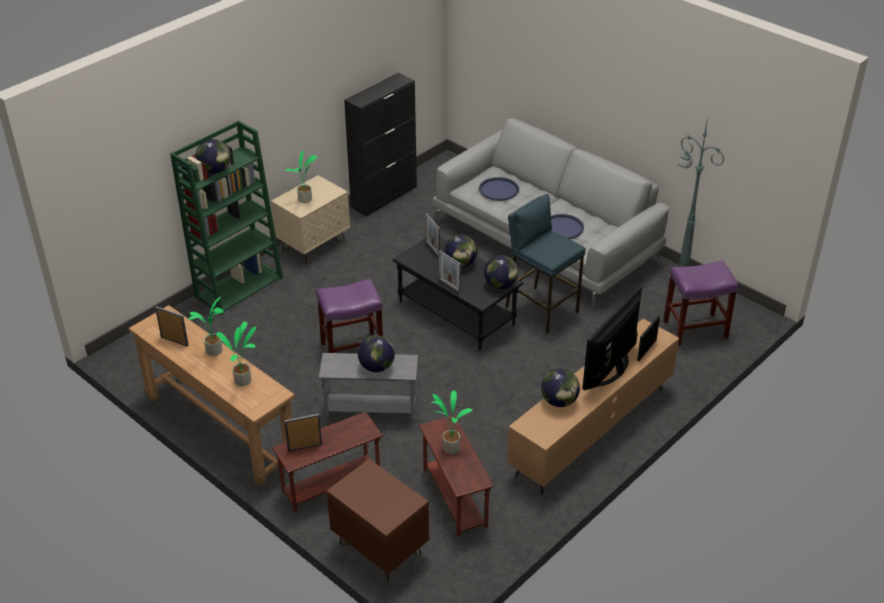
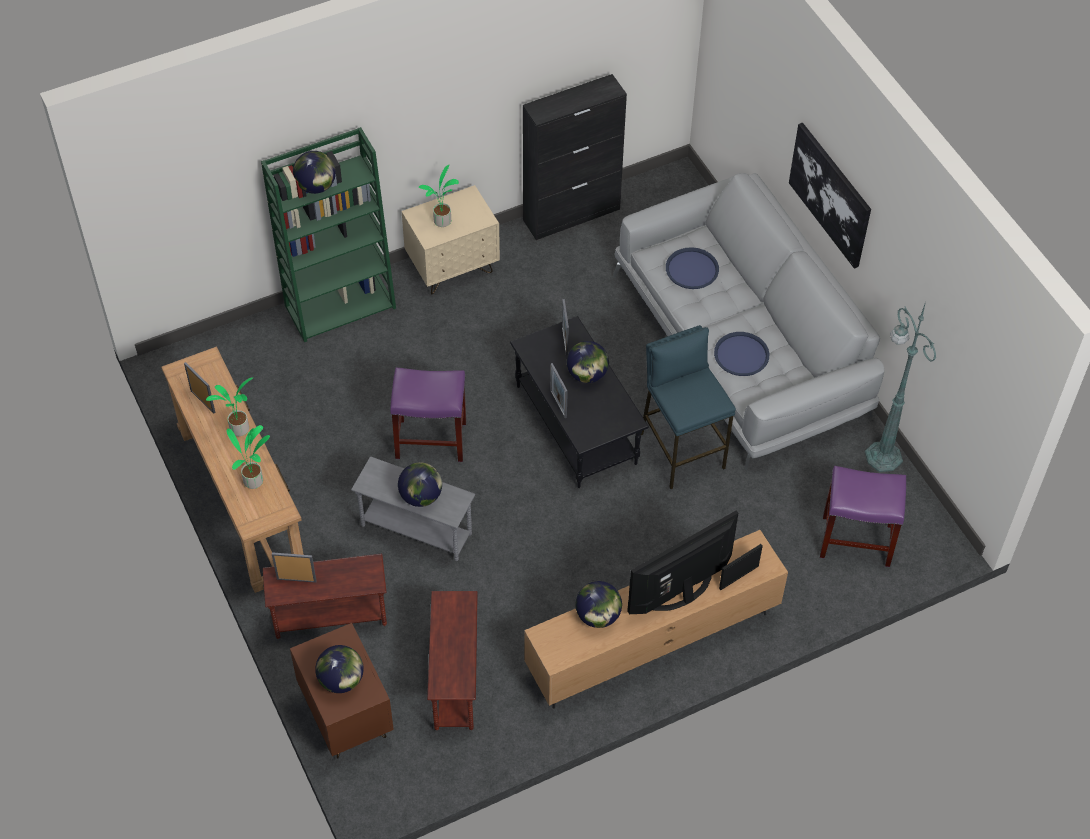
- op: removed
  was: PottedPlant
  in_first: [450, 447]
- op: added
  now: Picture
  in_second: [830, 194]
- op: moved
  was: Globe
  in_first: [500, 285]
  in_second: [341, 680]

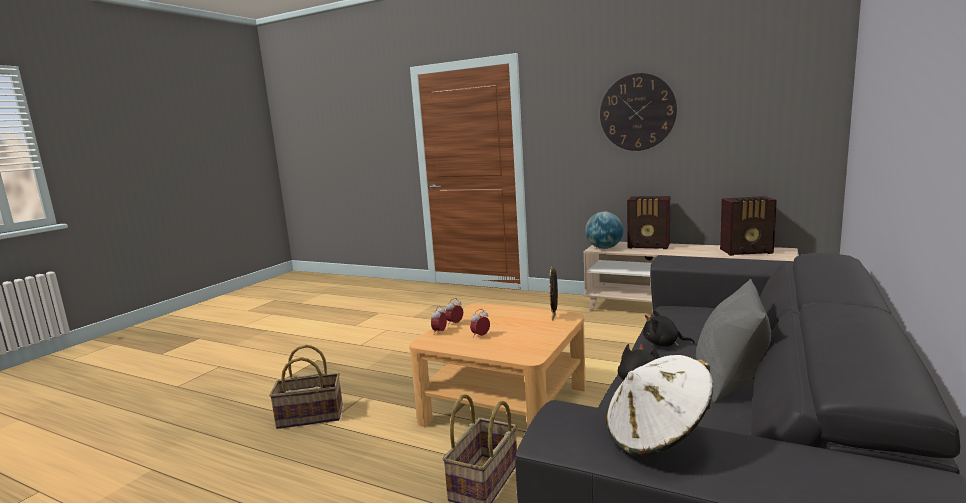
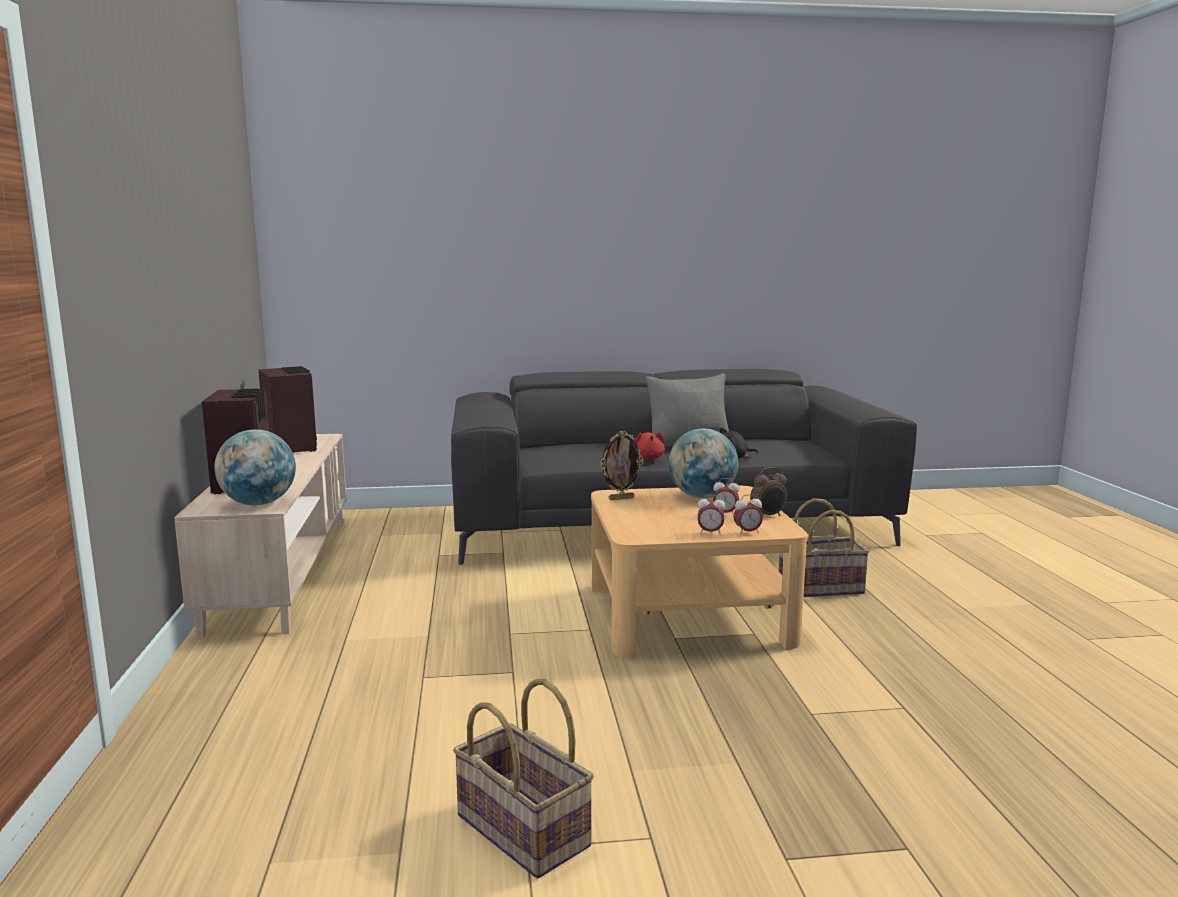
- op: removed
  was: WallClock
  in_first: [637, 112]
- op: removed
  was: WhiteHat
  in_first: [657, 435]
- op: added
  now: Globe
  in_second: [701, 496]
- op: added
  now: AlarmClock
  in_second: [768, 516]
- op: moved
  was: Basket
  in_first: [310, 417]
  in_second: [525, 830]
- op: recoloured
  was: BlackPlushToy
  now: RedPlushToy
  in_first: [663, 344]
  in_second: [647, 459]

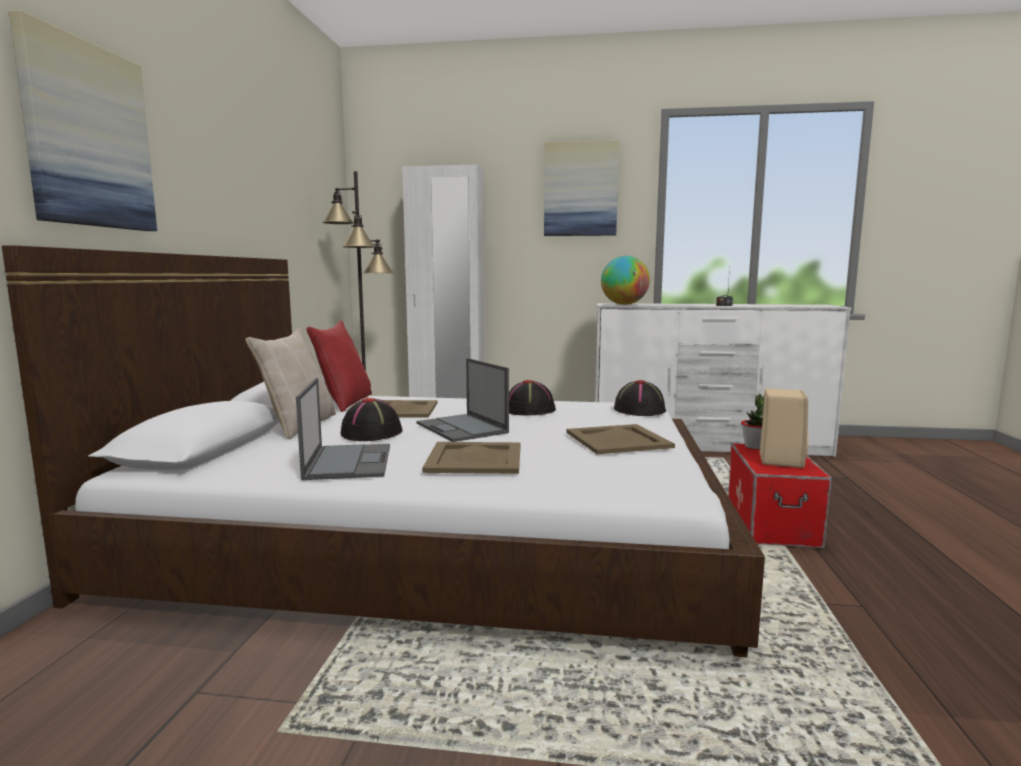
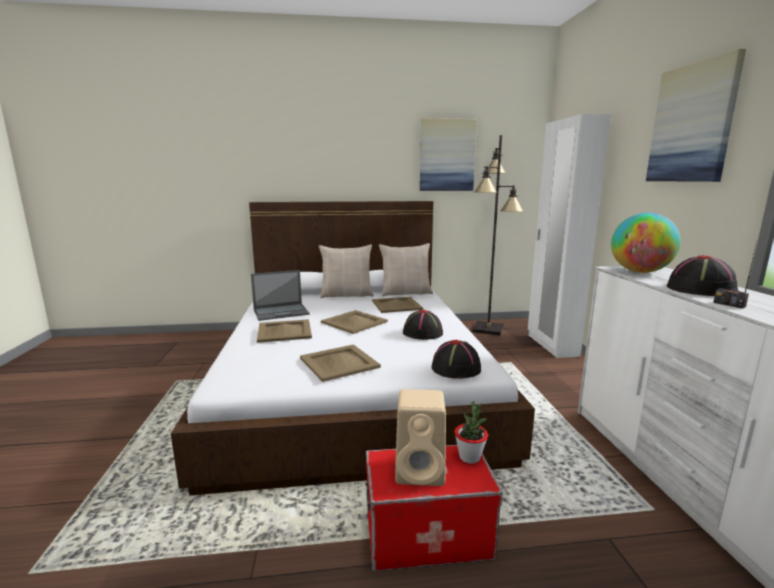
- op: moved
  was: Picture
  in_first: [88, 136]
  in_second: [447, 155]
- op: moved
  was: BlackHat
  in_first: [372, 433]
  in_second: [701, 289]
- op: replaced
  was: Laptop
  now: BeigeTray
  in_first: [462, 428]
  in_second: [354, 322]
- op: recoloured
  was: RedPillow
  now: BeigePillow
  in_first: [344, 402]
  in_second: [405, 293]

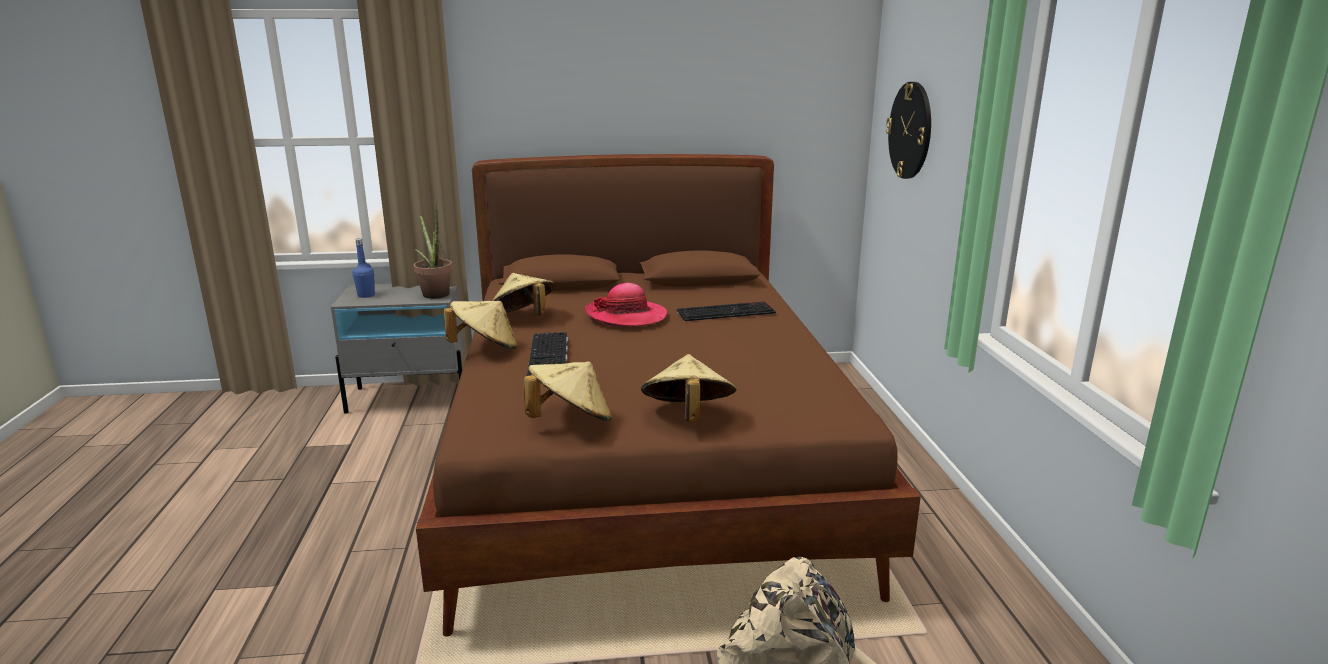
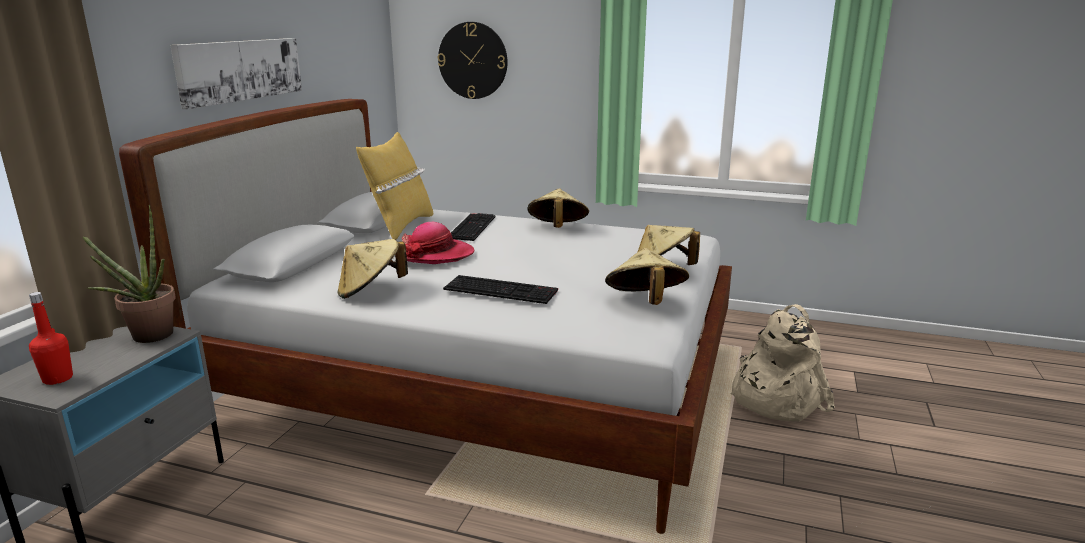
- op: added
  now: Picture
  in_second: [240, 70]
- op: added
  now: YellowPillow
  in_second: [400, 226]
- op: moved
  was: BeigeHat
  in_first: [485, 348]
  in_second: [557, 229]
- op: recoloured
  was: BlueBottle
  now: RedBottle
  in_first: [366, 295]
  in_second: [58, 379]
- op: recoloured
  was: BrownBed
  now: WhiteBed
  in_first: [646, 468]
  in_second: [480, 385]

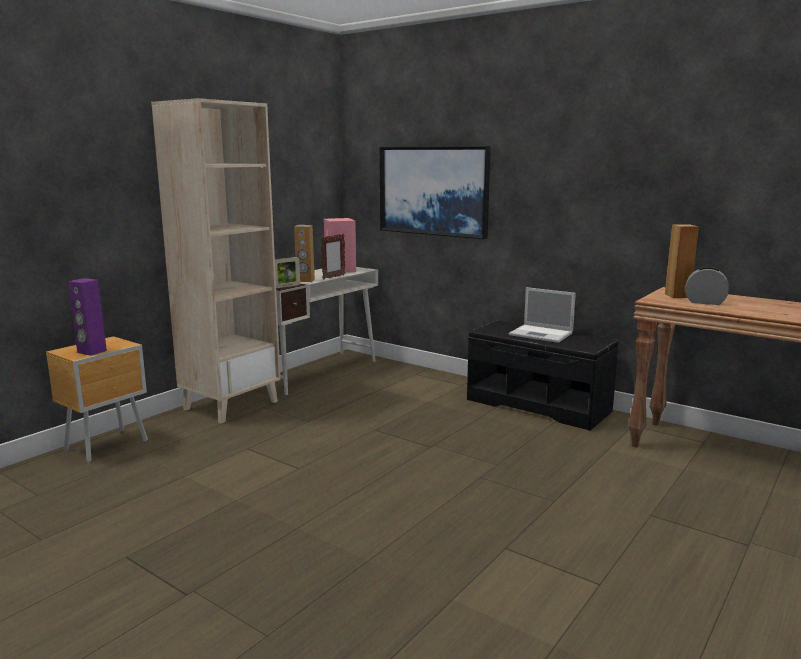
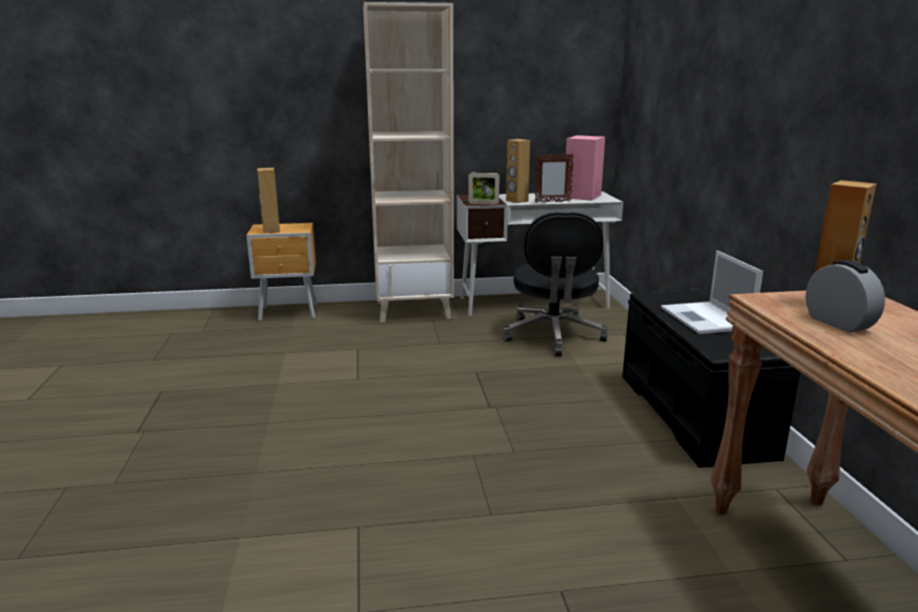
- op: removed
  was: Picture
  in_first: [433, 190]
- op: added
  now: BlackOfficeChair
  in_second: [553, 336]
- op: recoloured
  was: PurpleSpeaker
  now: BrownSpeaker
  in_first: [91, 351]
  in_second: [271, 230]

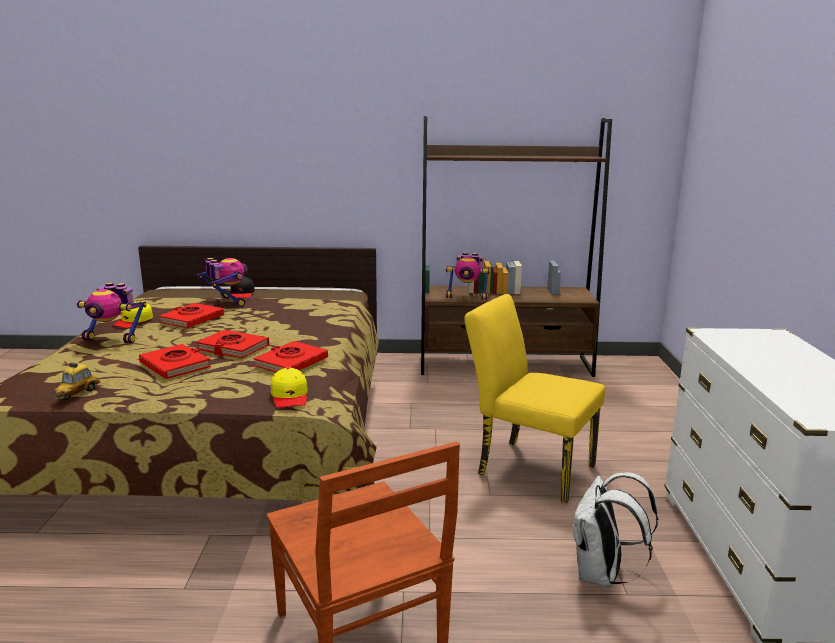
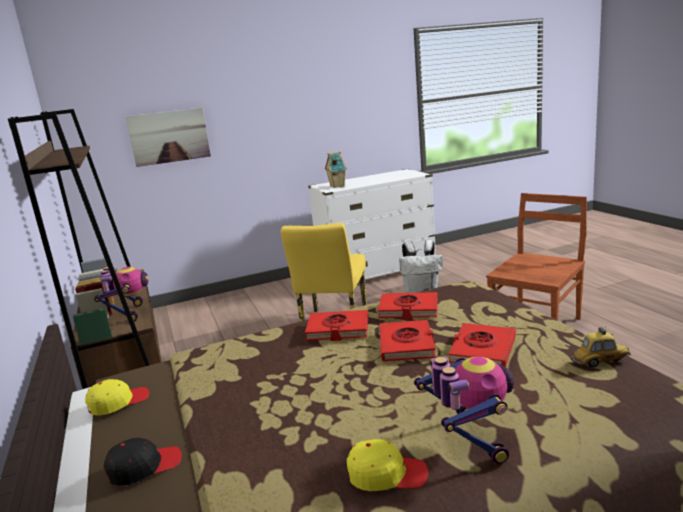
- op: removed
  was: ToyRobot
  in_first: [226, 302]
- op: added
  now: Picture
  in_second: [169, 136]
- op: added
  now: ToyHouse
  in_second: [337, 186]
- op: moved
  was: RedBook
  in_first: [192, 319]
  in_second: [338, 330]
- op: moved
  was: YellowCap
  in_first: [290, 396]
  in_second: [118, 402]

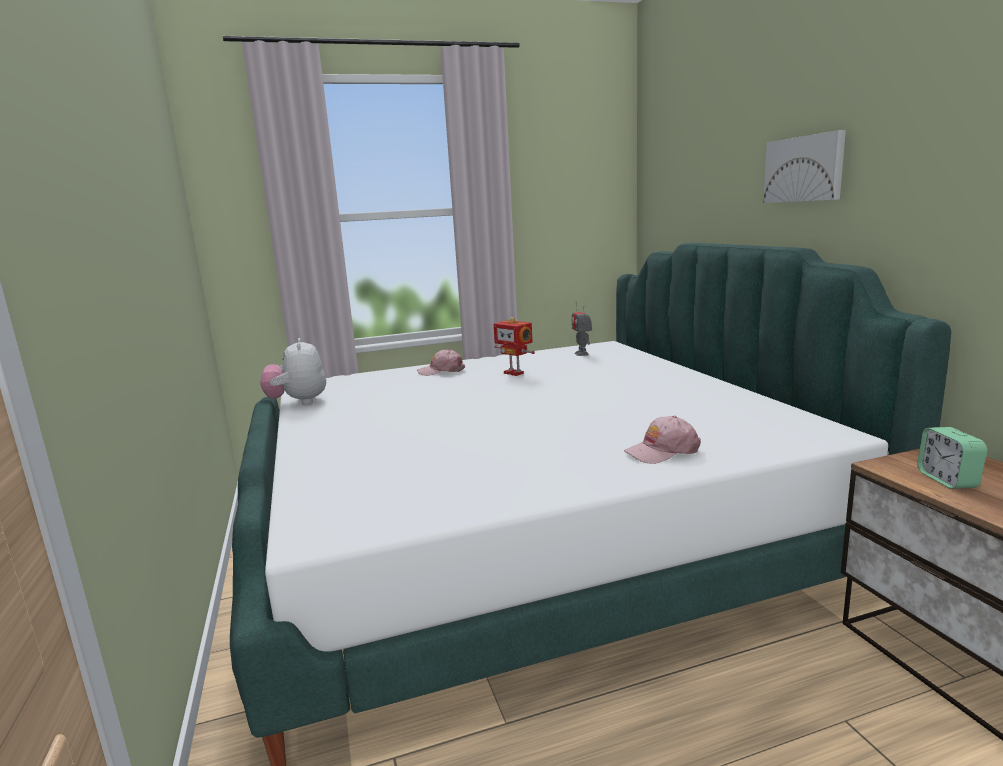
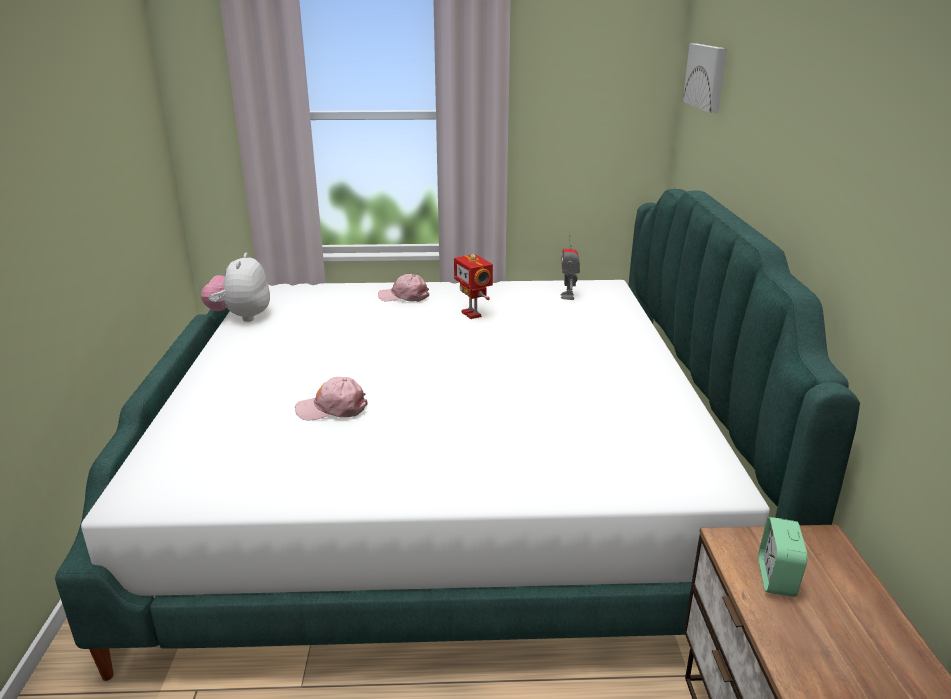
- op: moved
  was: PinkCap
  in_first: [662, 451]
  in_second: [332, 408]
- op: moved
  was: Picture
  in_first: [805, 169]
  in_second: [707, 77]

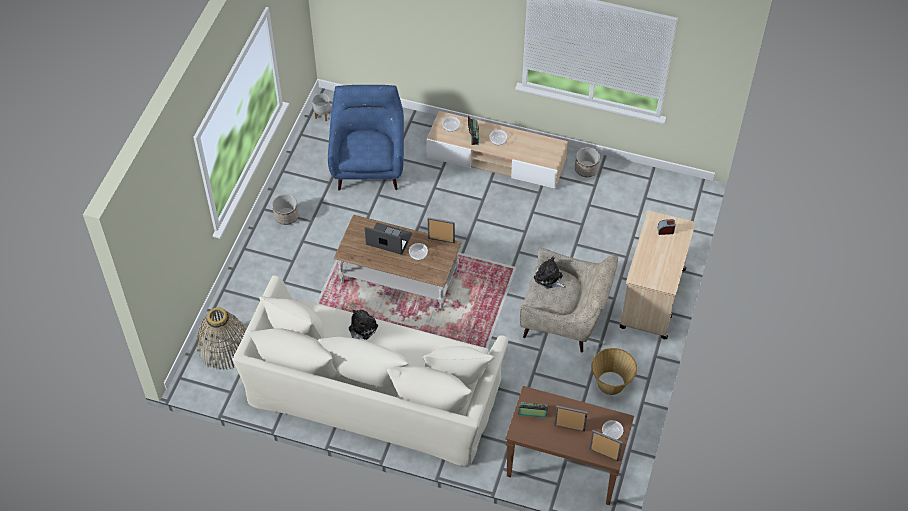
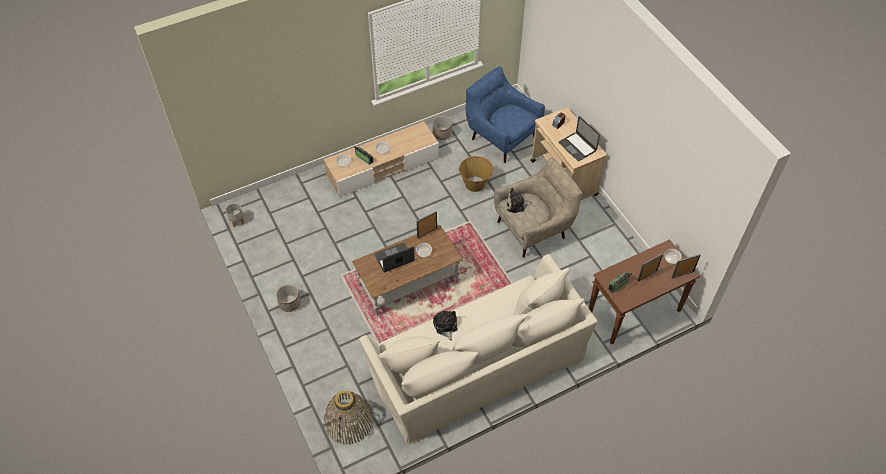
- op: added
  now: Laptop
  in_second: [577, 146]
- op: moved
  was: BlueArmchair
  in_first: [369, 164]
  in_second: [501, 136]
- op: moved
  was: Basket
  in_first: [611, 383]
  in_second: [475, 184]

